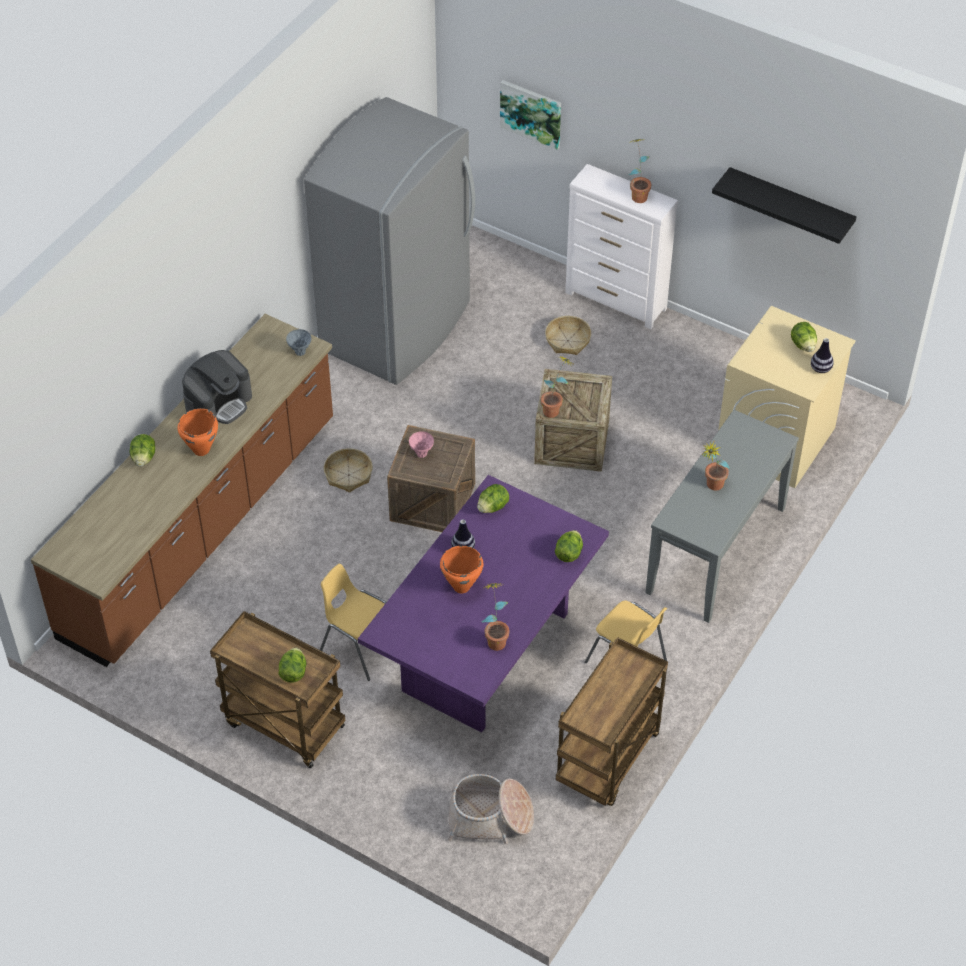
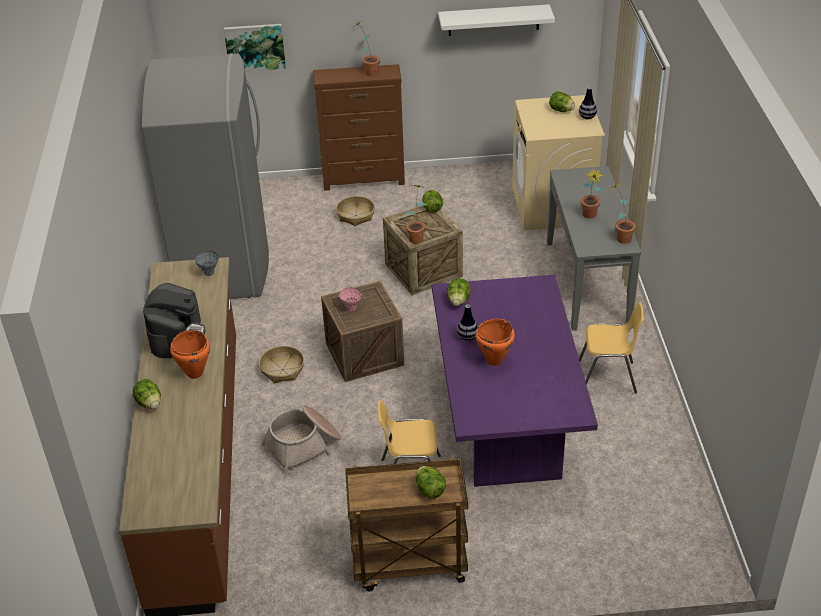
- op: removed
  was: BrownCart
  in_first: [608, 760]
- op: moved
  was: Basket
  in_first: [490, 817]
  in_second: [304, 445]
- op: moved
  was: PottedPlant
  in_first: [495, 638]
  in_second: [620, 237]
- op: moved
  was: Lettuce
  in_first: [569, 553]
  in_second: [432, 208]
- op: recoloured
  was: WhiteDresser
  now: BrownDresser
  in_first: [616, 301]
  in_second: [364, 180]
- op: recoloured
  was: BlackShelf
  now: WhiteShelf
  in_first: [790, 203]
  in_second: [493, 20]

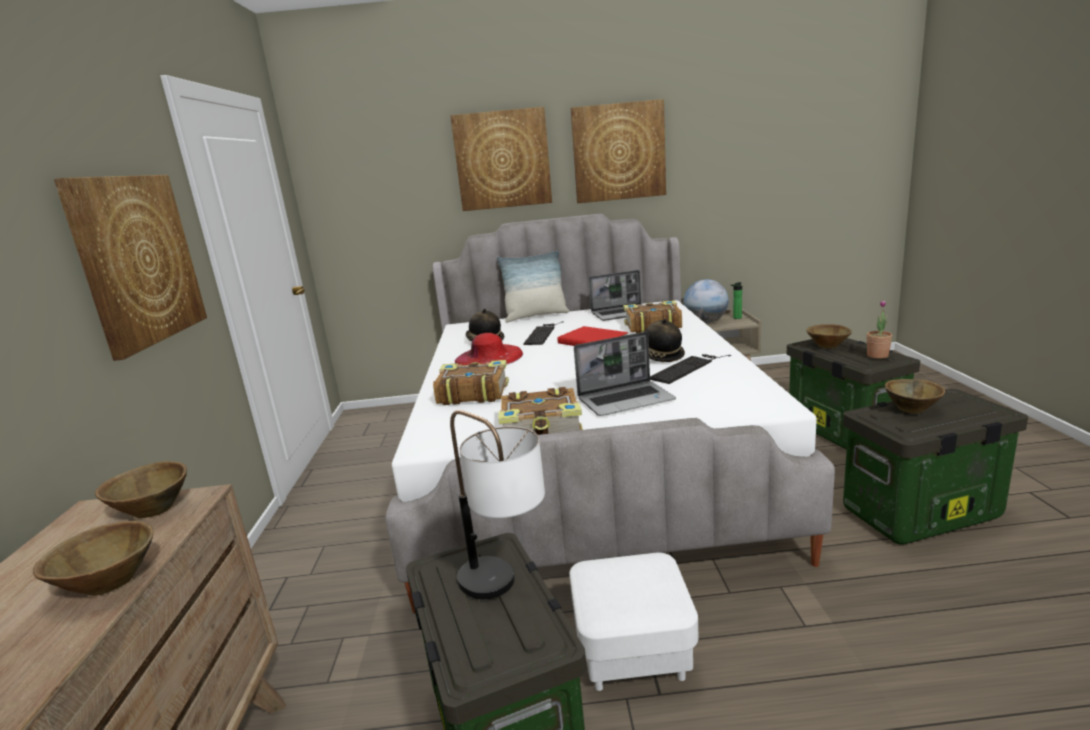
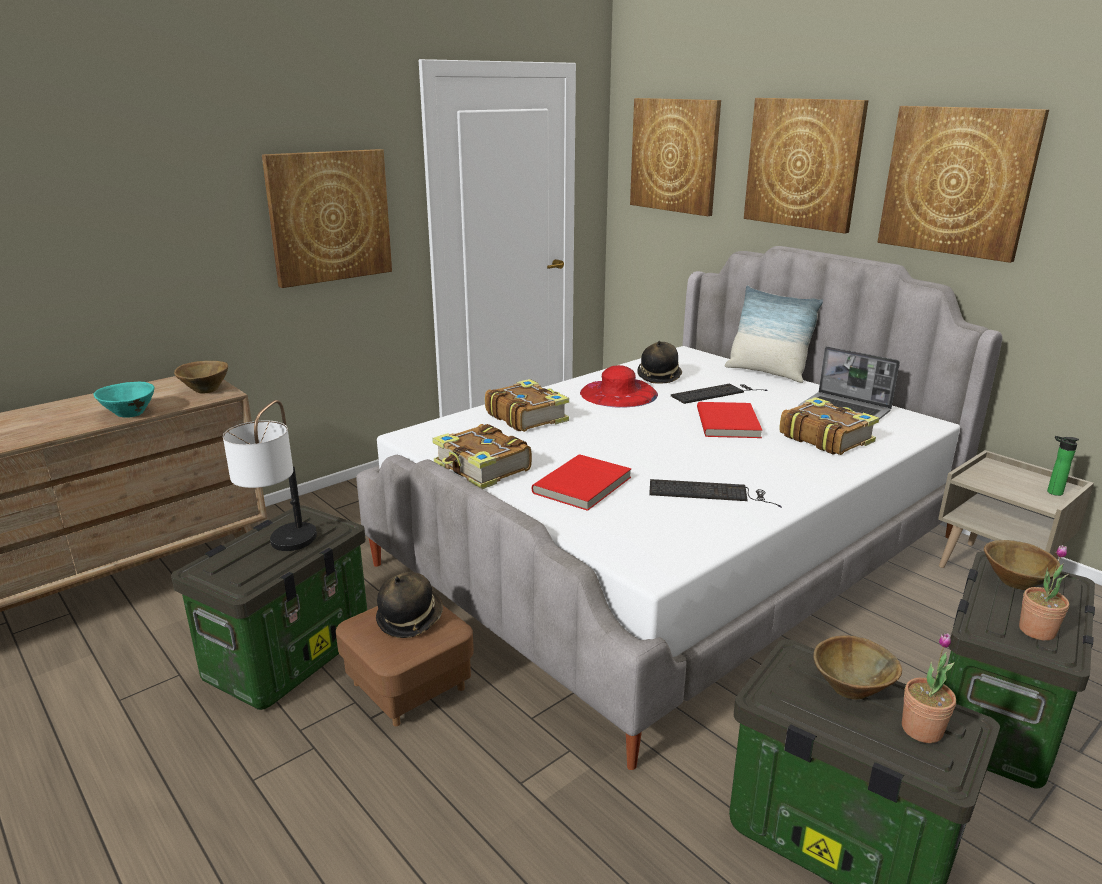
- op: removed
  was: Globe
  in_first: [706, 322]
- op: added
  now: Picture
  in_second: [674, 155]
- op: added
  now: PottedPlant
  in_second: [922, 729]
- op: moved
  was: Hat
  in_first: [660, 356]
  in_second: [410, 619]
- op: replaced
  was: Laptop
  now: RedBook
  in_first: [626, 400]
  in_second: [584, 485]
- op: recoloured
  was: BrownBowl
  now: TurquoiseBowl
  in_first: [108, 583]
  in_second: [129, 413]
- op: recoloured
  was: WhiteOttoman
  now: BrownOttoman
  in_first: [633, 651]
  in_second: [409, 686]

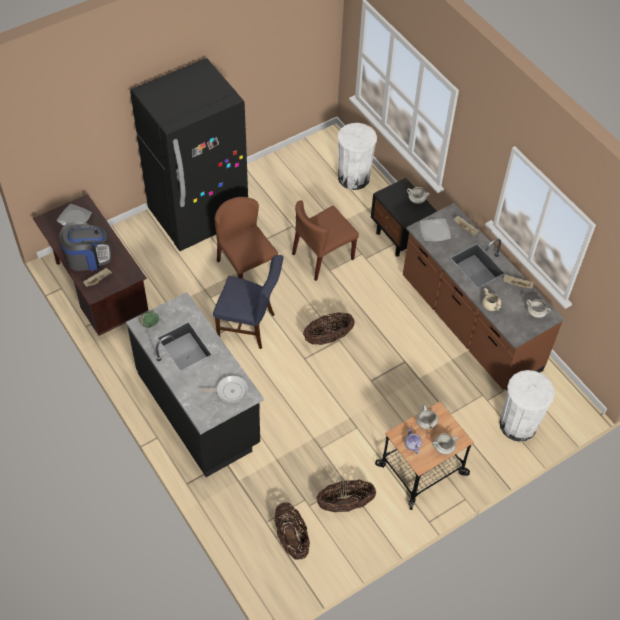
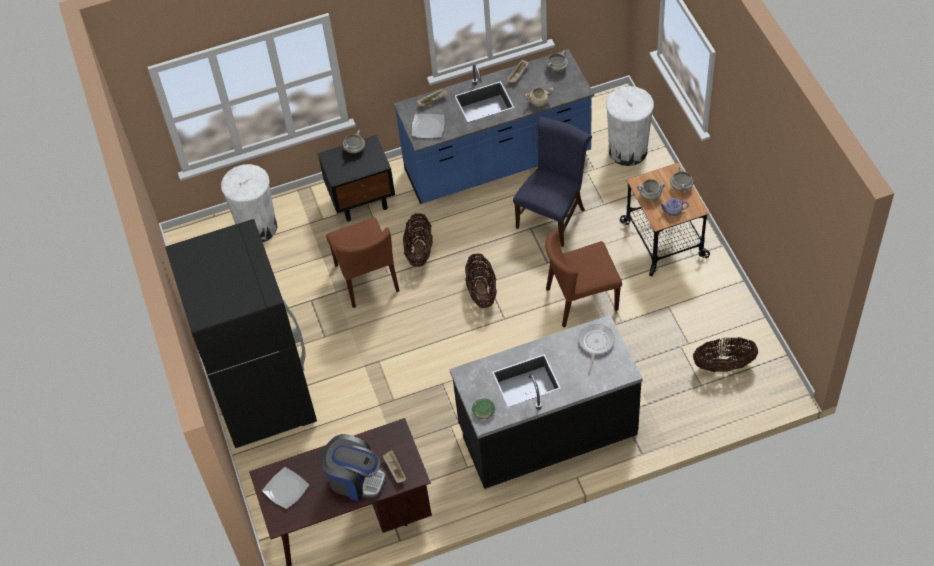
- op: moved
  was: BlueChair
  in_first: [250, 326]
  in_second: [553, 215]
- op: moved
  was: BrownChair
  in_first: [246, 269]
  in_second: [581, 299]
- op: moved
  was: Basket
  in_first: [345, 504]
  in_second: [419, 251]
- op: recoloured
  was: BrownCounter
  now: BlueCounter
  in_first: [469, 325]
  in_second: [498, 164]
- op: turned
  was: CoffeeMachine
  in_first: [87, 257]
  in_second: [355, 479]
  clockwise: 105

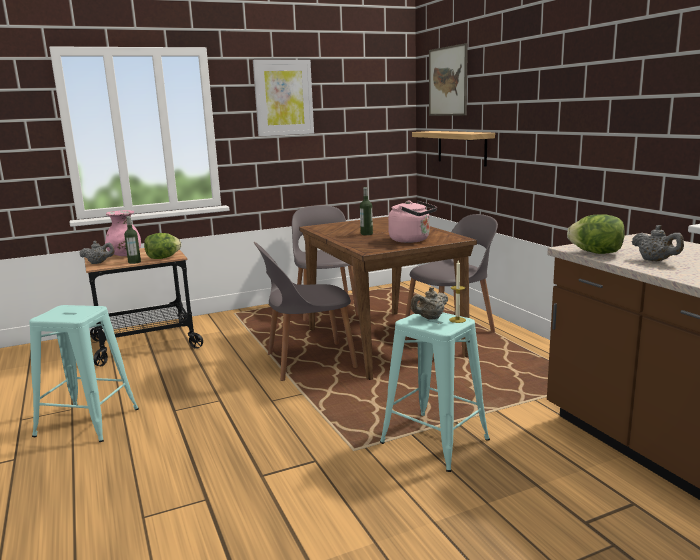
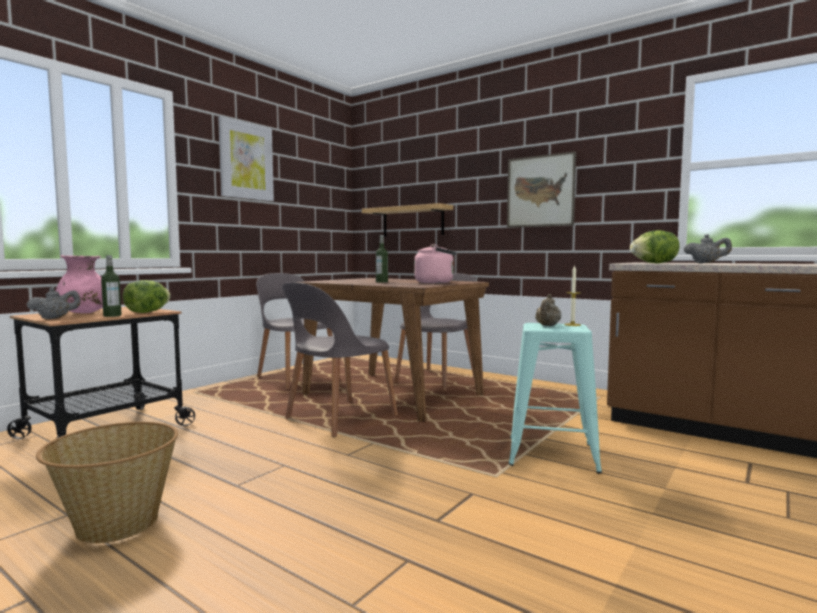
- op: moved
  was: Picture
  in_first: [448, 81]
  in_second: [540, 191]
- op: replaced
  was: TurquoiseStool
  now: Basket
  in_first: [87, 422]
  in_second: [116, 523]

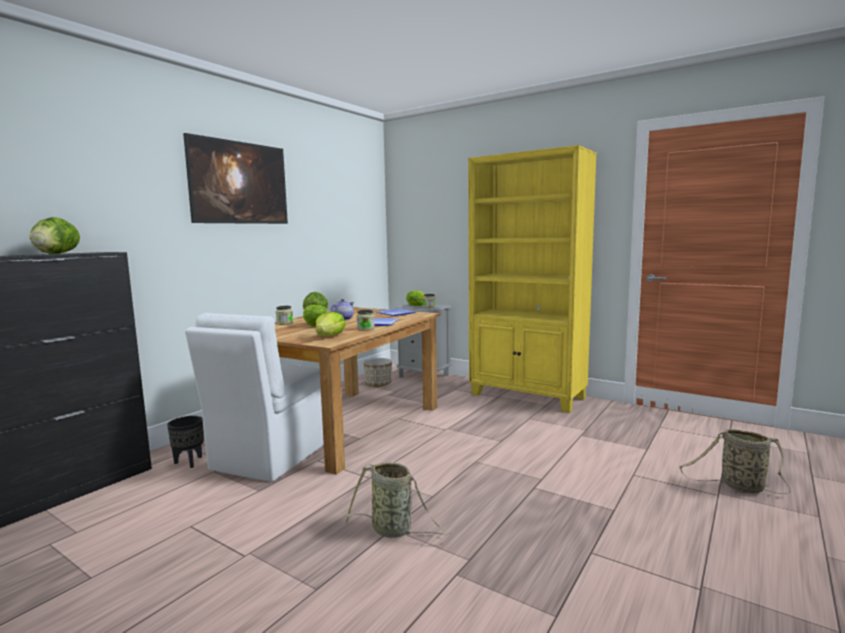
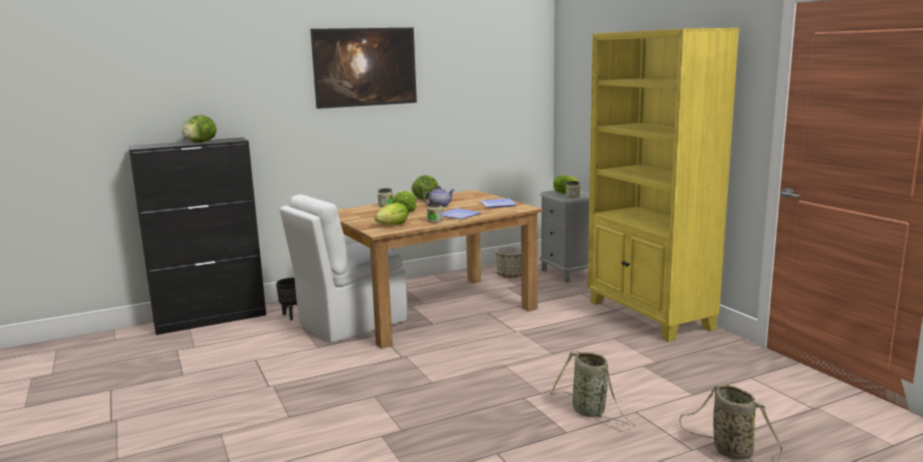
- op: moved
  was: Basket
  in_first: [394, 530]
  in_second: [591, 412]

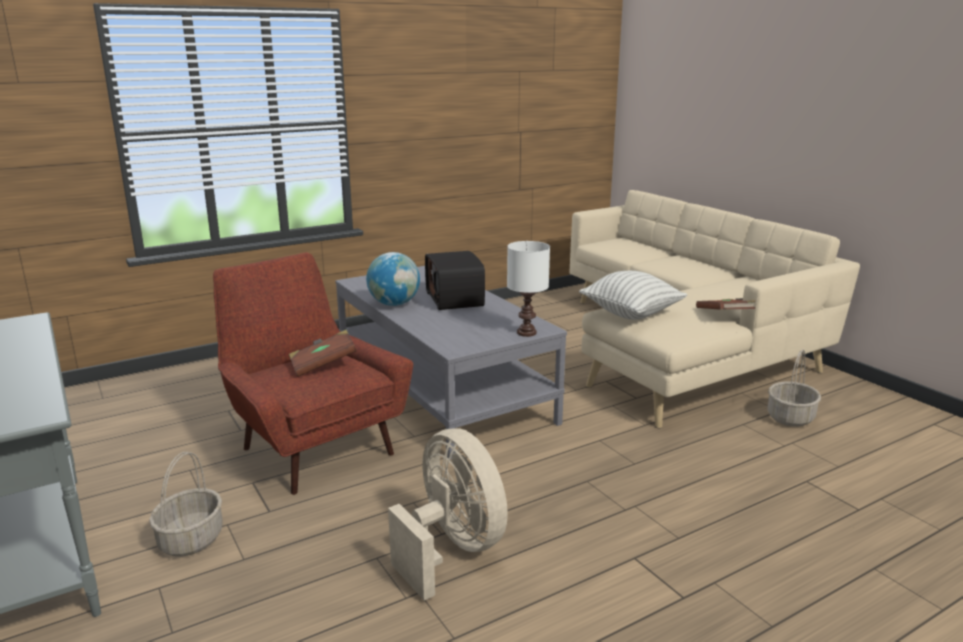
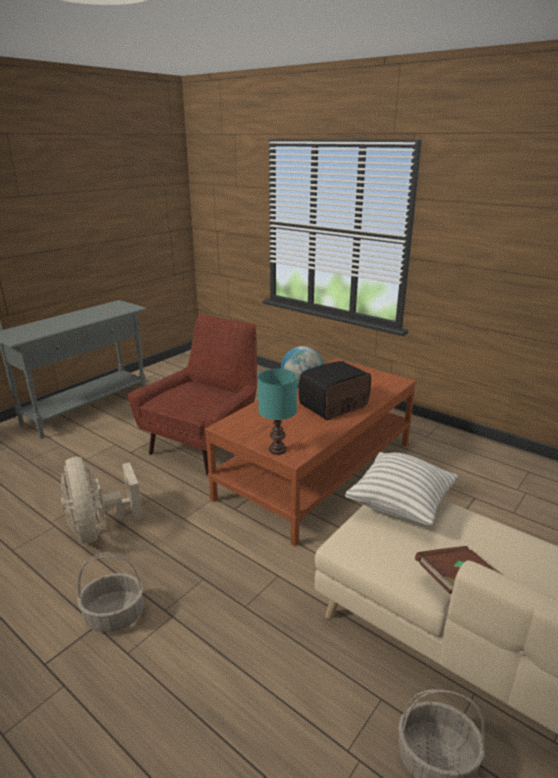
- op: removed
  was: BrownBook
  in_first: [323, 365]
- op: moved
  was: Basket
  in_first: [191, 539]
  in_second: [115, 615]
- op: recoloured
  was: GreyCoffeeTable
  now: BrownCoffeeTable
  in_first: [442, 389]
  in_second: [316, 470]
- op: recoloured
  was: WhiteTableLamp
  now: TurquoiseTableLamp
  in_first: [526, 333]
  in_second: [276, 450]
- op: turned
  was: BeigeFan
  in_first: [452, 549]
  in_second: [99, 528]
  clockwise: 120

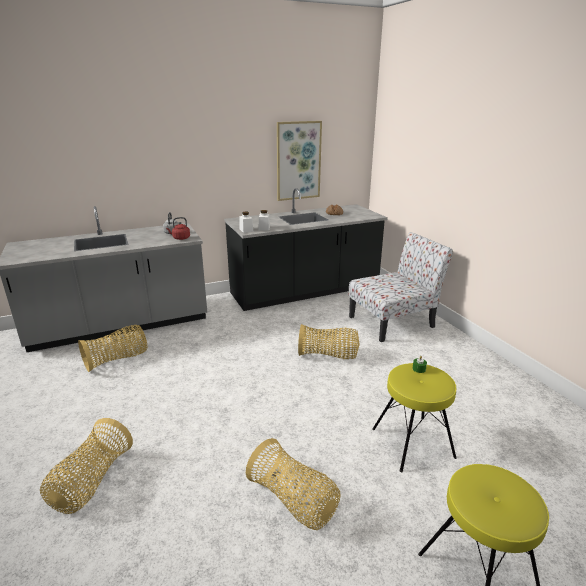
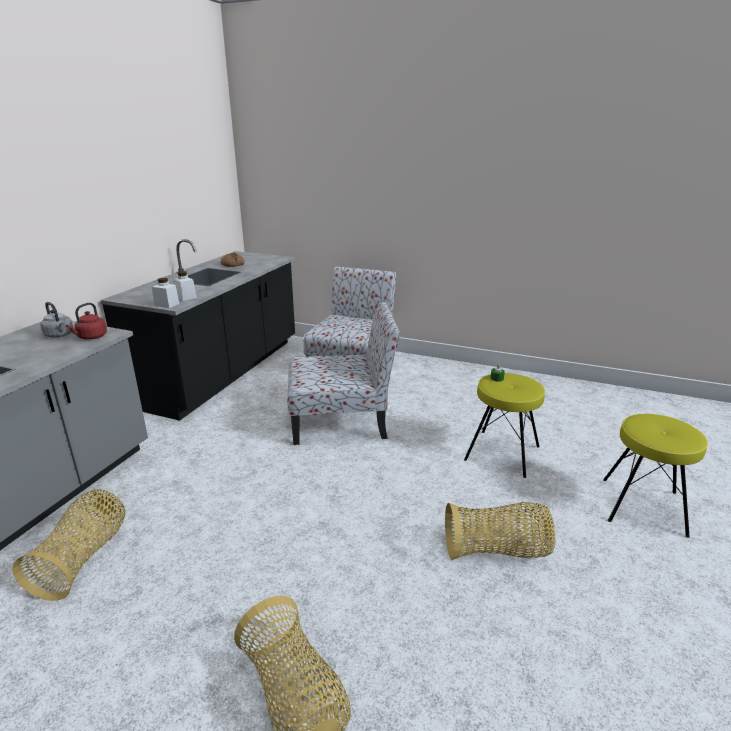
- op: removed
  was: Picture
  in_first: [298, 161]
- op: replaced
  was: Basket
  now: Chair
  in_first: [328, 355]
  in_second: [341, 421]

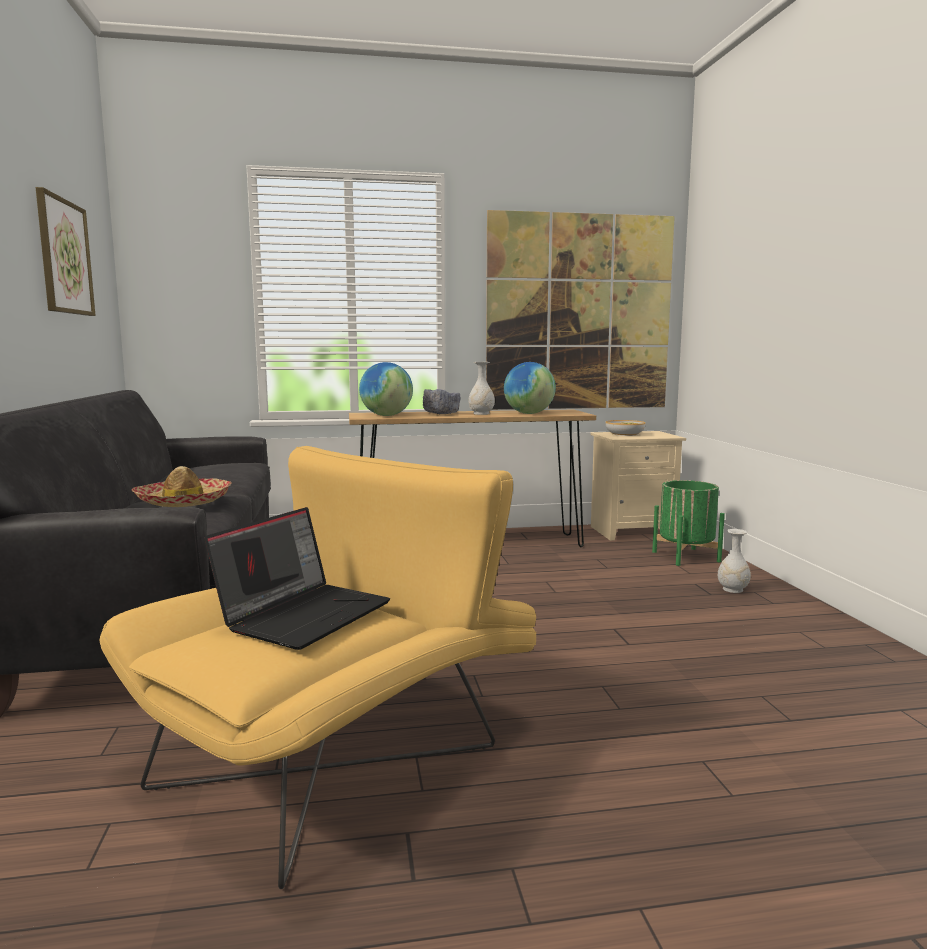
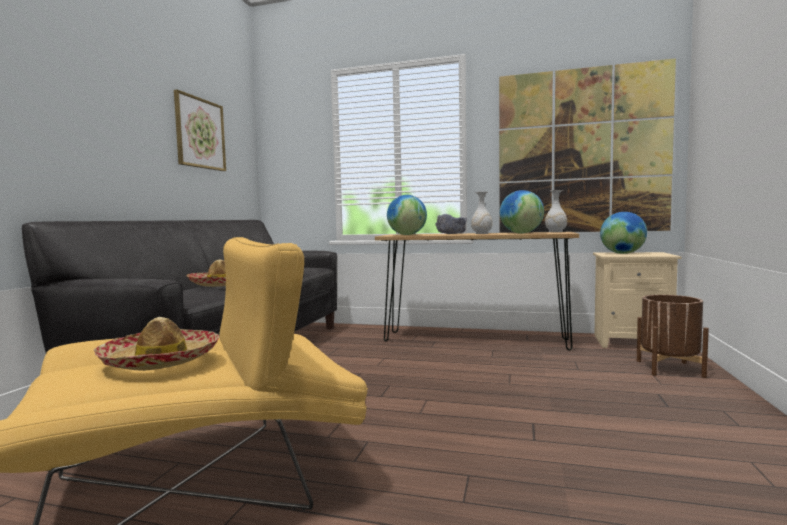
- op: moved
  was: WhiteVase
  in_first: [732, 589]
  in_second: [555, 232]
- op: replaced
  was: Laptop
  now: Hat
  in_first: [304, 614]
  in_second: [161, 360]
- op: replaced
  was: Bowl
  now: Globe
  in_first: [624, 434]
  in_second: [622, 253]
- op: recoloured
  was: GreenPlanter
  now: BrownPlanter
  in_first: [686, 556]
  in_second: [669, 368]

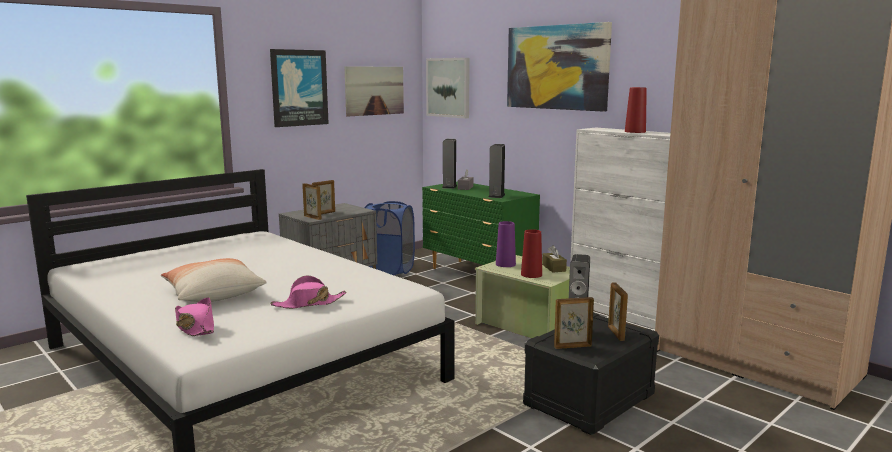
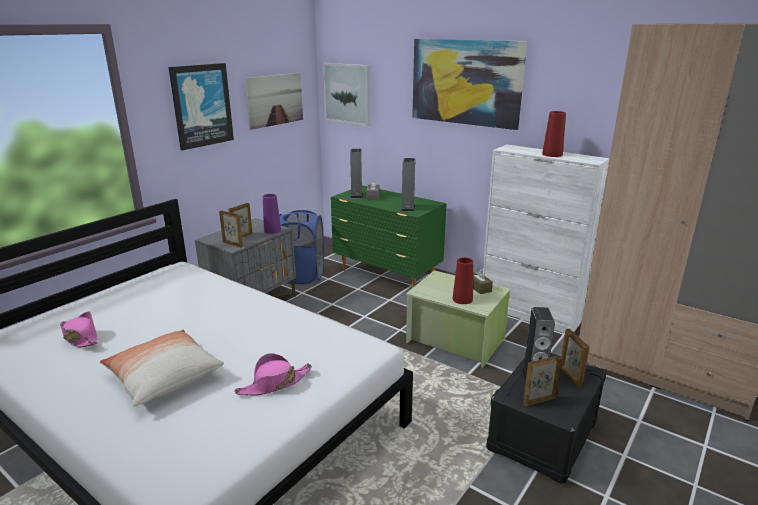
- op: moved
  was: PinkHat
  in_first: [195, 327]
  in_second: [80, 337]
- op: moved
  was: PurpleVase
  in_first: [505, 264]
  in_second: [272, 230]

